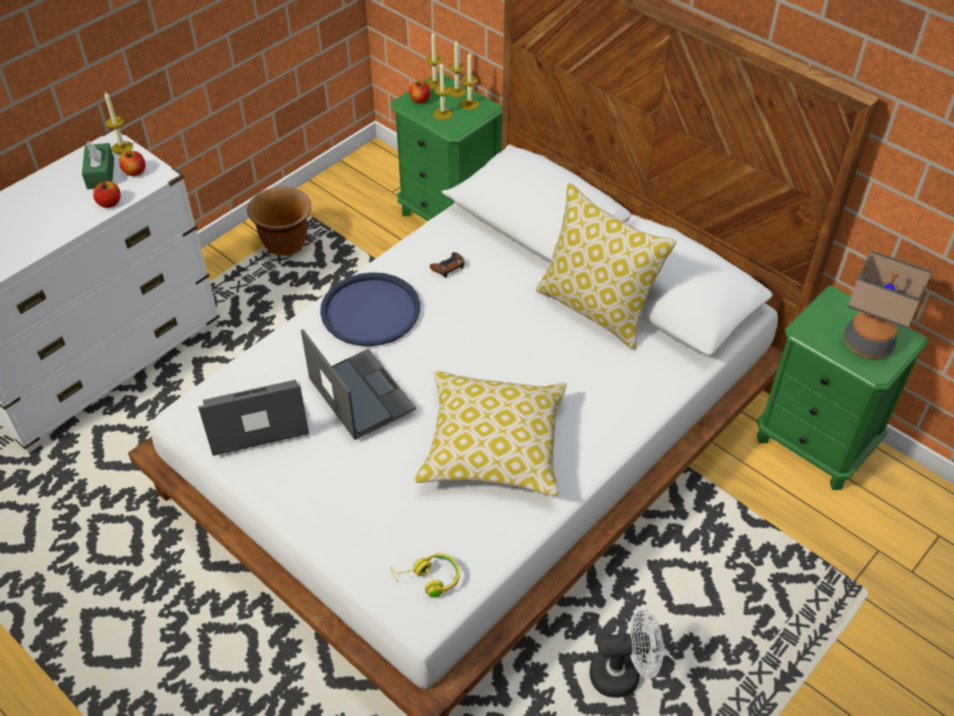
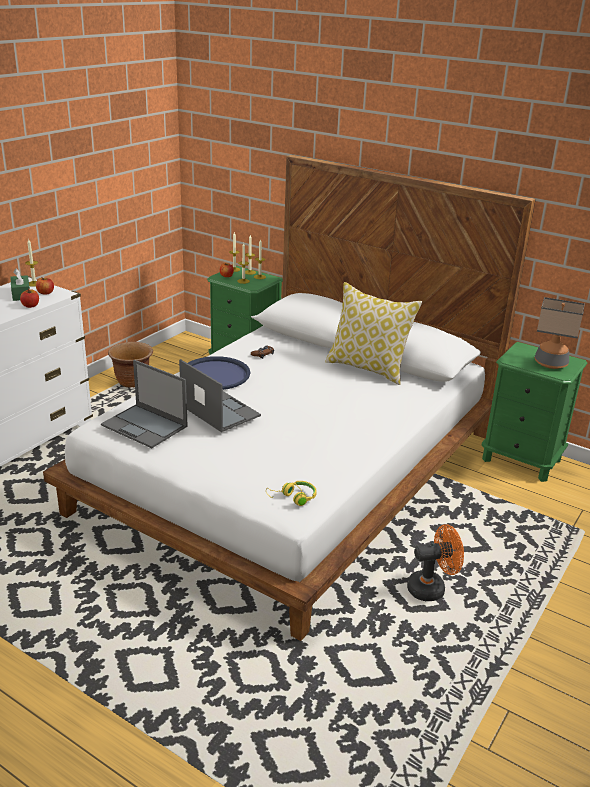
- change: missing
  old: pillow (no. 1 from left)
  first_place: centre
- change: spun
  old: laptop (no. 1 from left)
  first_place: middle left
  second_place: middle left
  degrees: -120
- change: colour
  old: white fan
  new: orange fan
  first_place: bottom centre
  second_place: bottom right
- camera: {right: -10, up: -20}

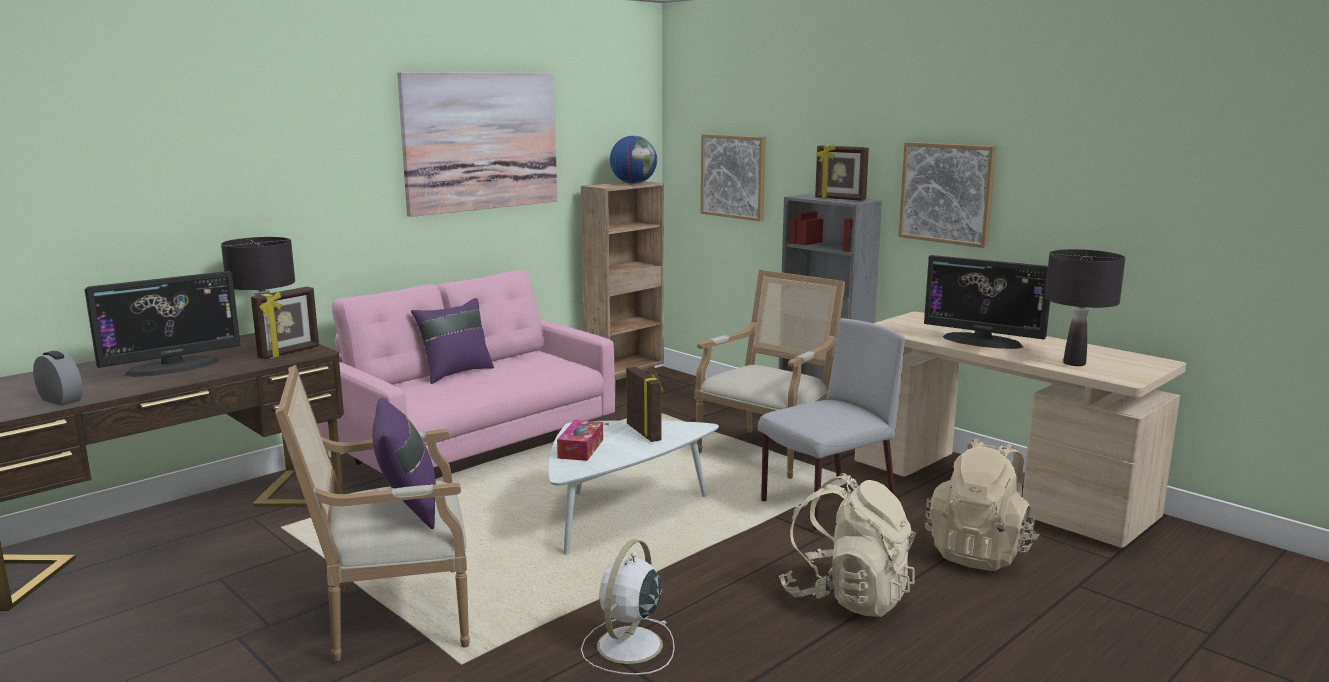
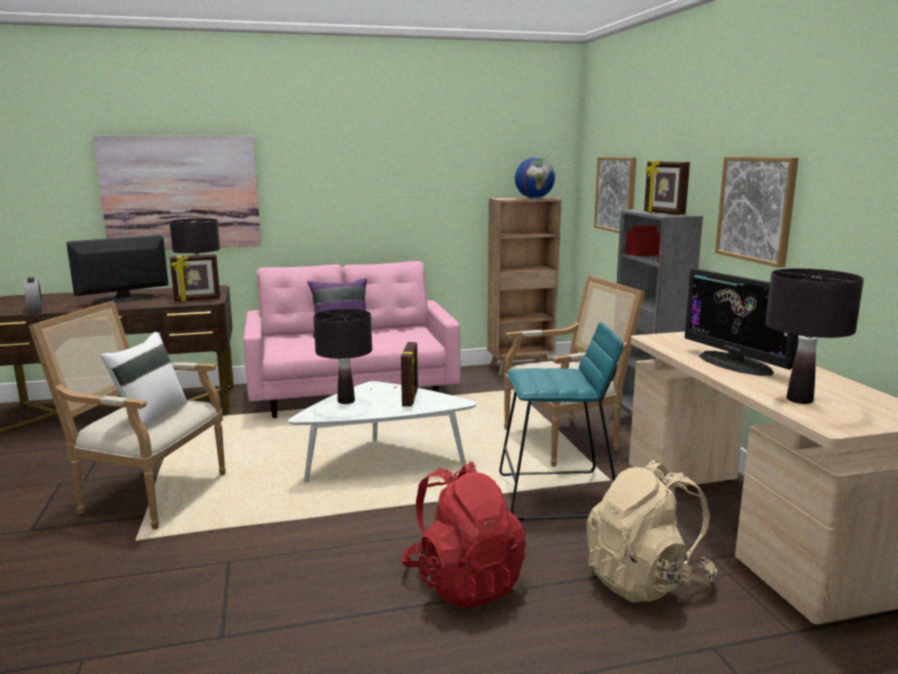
- change: relocated
  old: picture (no. 1 from left)
  first_place: top centre
  second_place: top left
- change: spun
  old: monitor (no. 1 from left)
  first_place: middle left
  second_place: middle left
  degrees: 150
- change: exchanged
  old: grey chair
  new: turquoise stool
  first_place: centre
  second_place: centre
- change: colour
  old: purple pillow (no. 1 from left)
  new: white pillow
  first_place: bottom left
  second_place: middle left
- change: exchanged
  old: tissue box
  new: black table lamp (no. 2 from left)
  first_place: centre
  second_place: centre
- change: colour
  old: beige backpack (no. 1 from left)
  new: red backpack
  first_place: bottom centre
  second_place: bottom centre
- change: missing
  old: white fan
  first_place: bottom centre
- camera: {right: 30, up: 0}

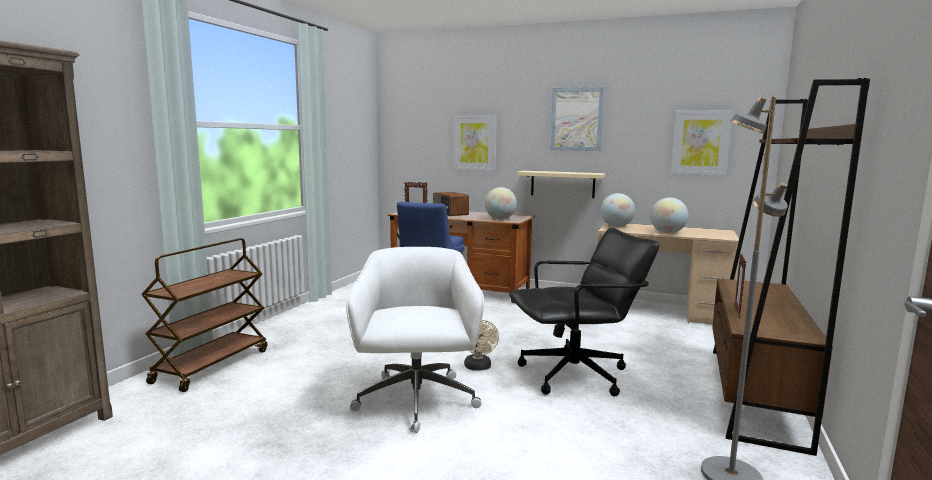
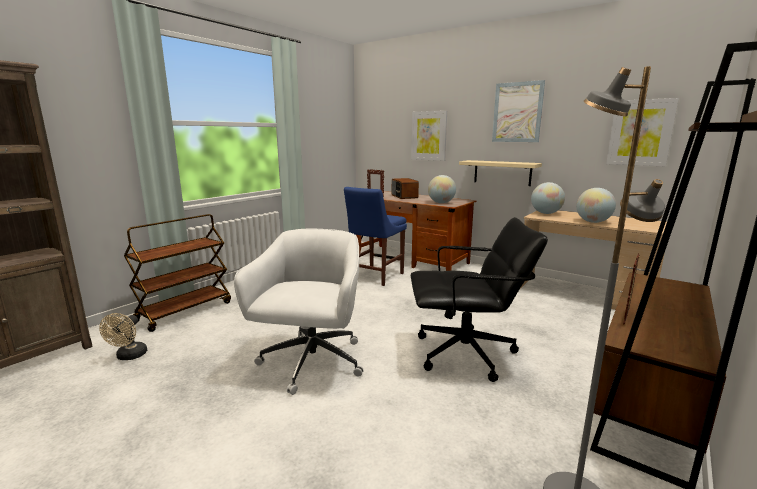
- change: relocated
  old: beige fan
  first_place: bottom centre
  second_place: bottom left
- camera: {right: 15, up: 5}

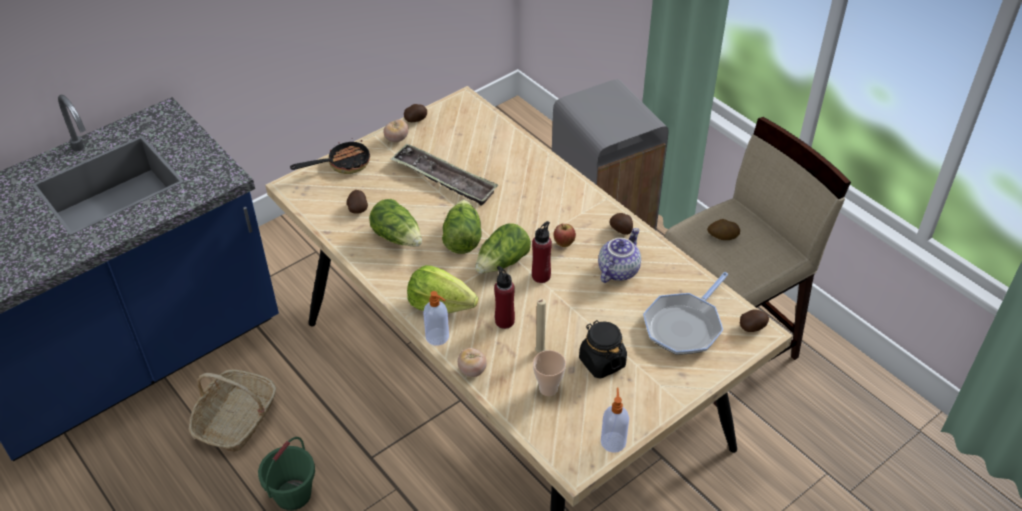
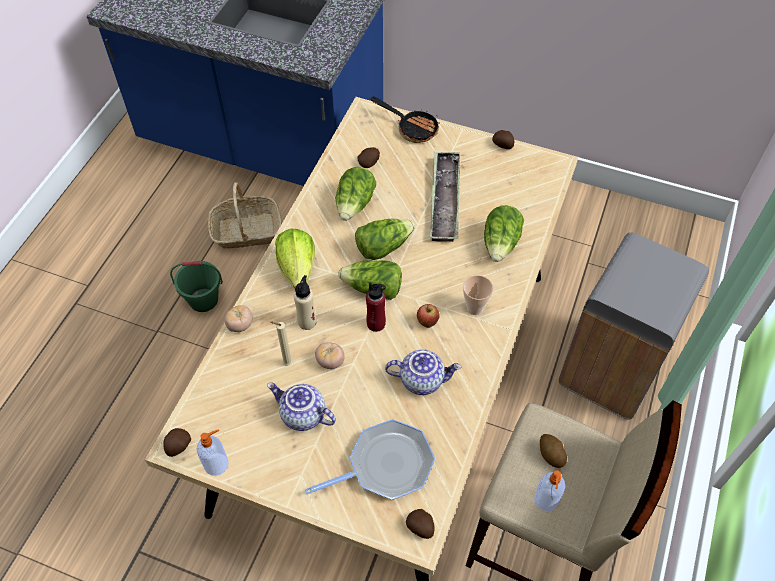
- change: relocated
  old: tomato (no. 1 from left in the first image)
  new: tomato (no. 2 from left)
  first_place: top centre
  second_place: centre
- change: relocated
  old: potato (no. 3 from left in the first image)
  new: potato (no. 1 from left)
  first_place: centre
  second_place: bottom left
- change: colour
  old: red bottle (no. 1 from left)
  new: beige bottle
  first_place: centre
  second_place: centre
- change: spun
  old: frying pan (no. 2 from left in the first image)
  first_place: middle right
  second_place: bottom centre
  degrees: 150
- change: relocated
  old: soap dispenser (no. 1 from left in the first image)
  new: soap dispenser (no. 2 from left)
  first_place: centre
  second_place: bottom right
- change: exchanged
  old: black jar
  new: teapot (no. 1 from left)
  first_place: bottom centre
  second_place: bottom centre
- change: relocated
  old: cup
  first_place: bottom centre
  second_place: centre
- change: appeared
  new: lettuce (no. 5 from left)
  second_place: centre
- camera: {right: 60, up: 10}

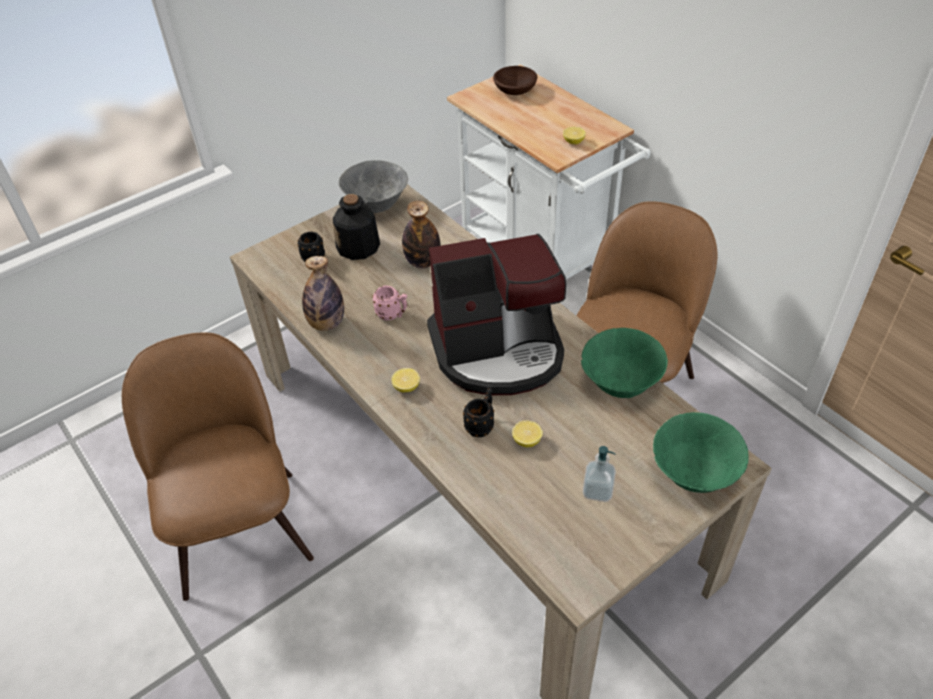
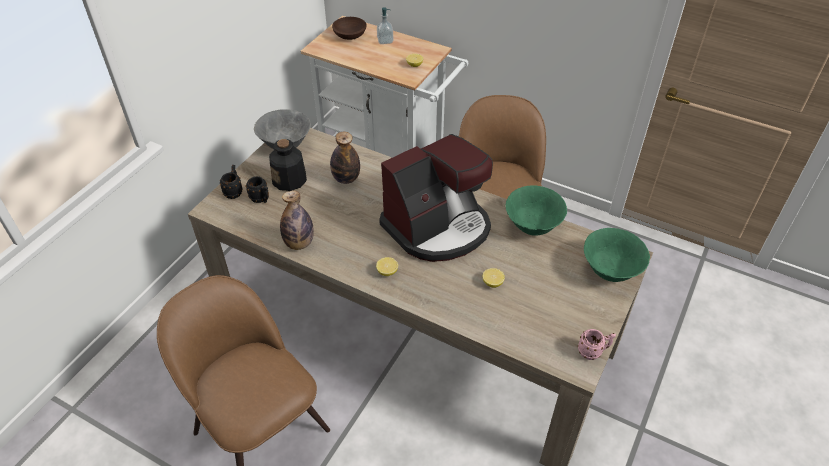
- change: relocated
  old: pink mug
  first_place: centre
  second_place: bottom right
- change: relocated
  old: black mug (no. 2 from left in the first image)
  new: black mug (no. 1 from left)
  first_place: centre
  second_place: middle left
- change: relocated
  old: soap dispenser
  first_place: bottom centre
  second_place: top centre
- camera: {right: -25, up: 0}

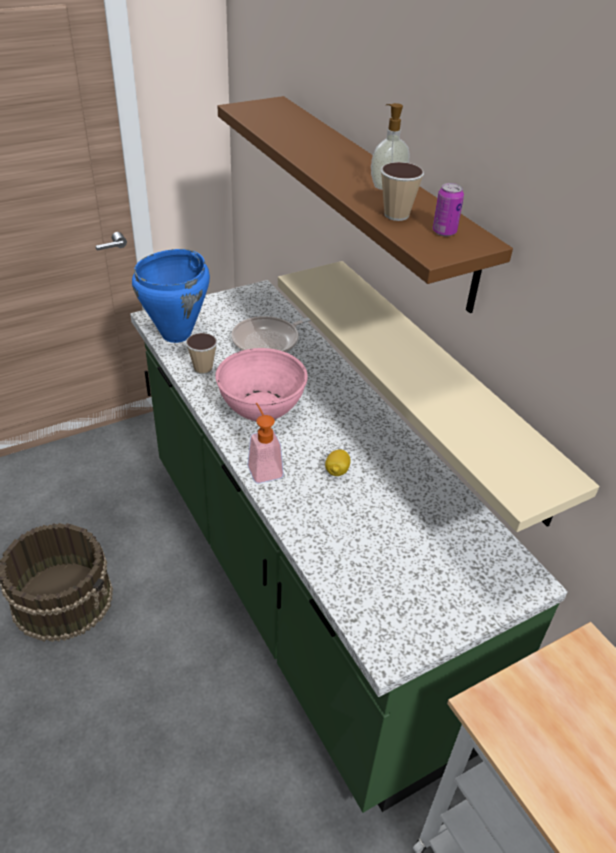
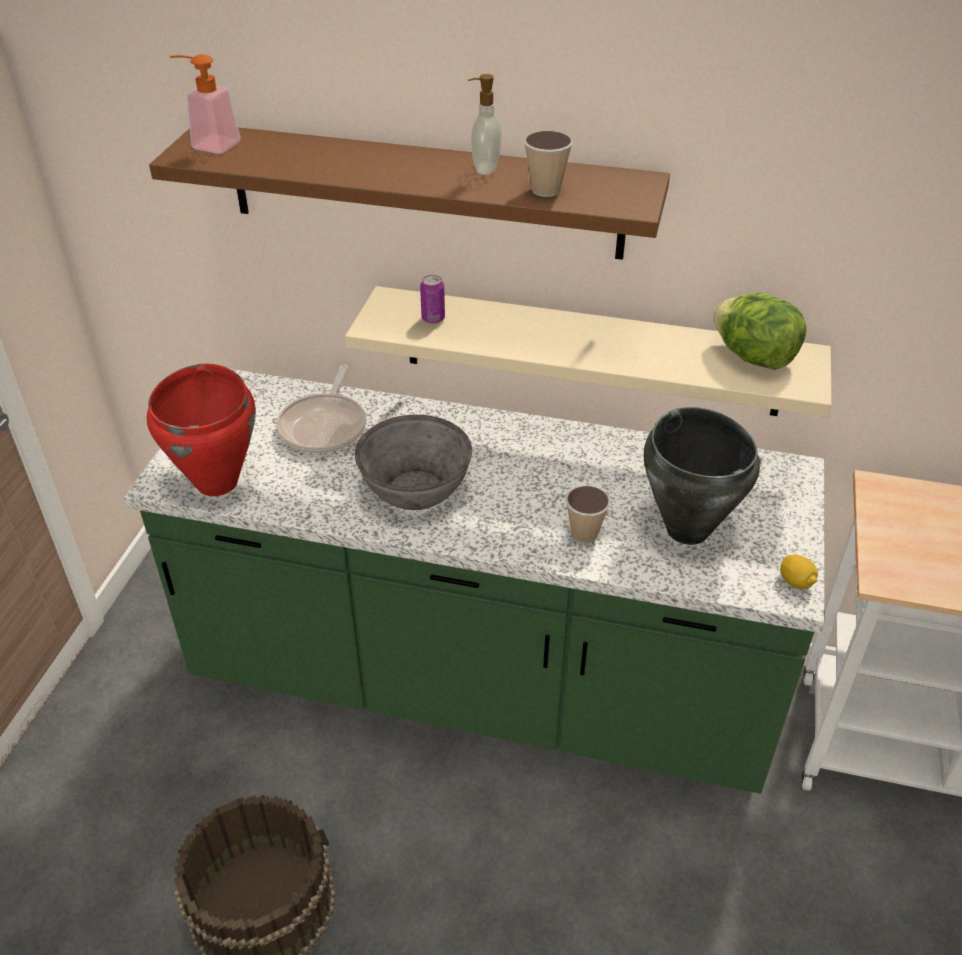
- change: relocated
  old: can
  first_place: top right
  second_place: top centre
- change: colour
  old: blue cooking pot
  new: red cooking pot
  first_place: middle left
  second_place: middle left
- change: relocated
  old: cup (no. 1 from left in the first image)
  new: cup (no. 2 from left)
  first_place: middle left
  second_place: centre
- change: colour
  old: pink bowl
  new: grey bowl
  first_place: centre
  second_place: centre
- change: relocated
  old: soap dispenser (no. 1 from left)
  first_place: centre
  second_place: top left
- change: relocated
  old: lemon
  first_place: centre
  second_place: middle right
- change: appeared
  new: lettuce
  second_place: middle right
- change: appeared
  new: black cooking pot
  second_place: middle right
- camera: {right: -45, up: 0}

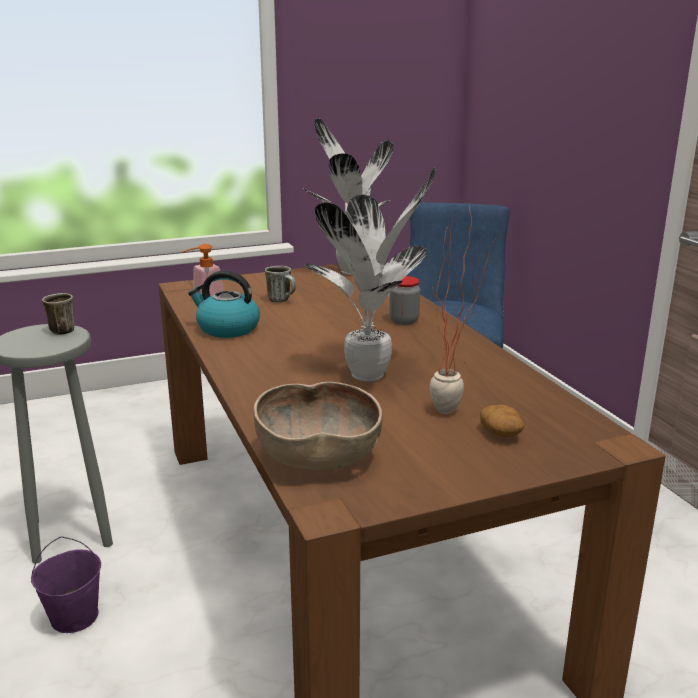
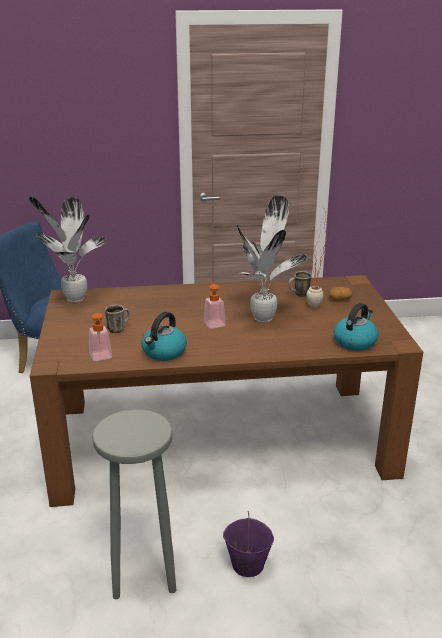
- change: missing
  old: jar
  first_place: centre
- change: relocated
  old: mug (no. 1 from left in the first image)
  new: mug (no. 2 from left)
  first_place: middle left
  second_place: middle right
- change: exchanged
  old: brown bowl
  new: kettle (no. 2 from left)
  first_place: centre
  second_place: middle right
- change: appeared
  new: soap dispenser (no. 2 from left)
  second_place: centre
- camera: {right: -75, up: 5}

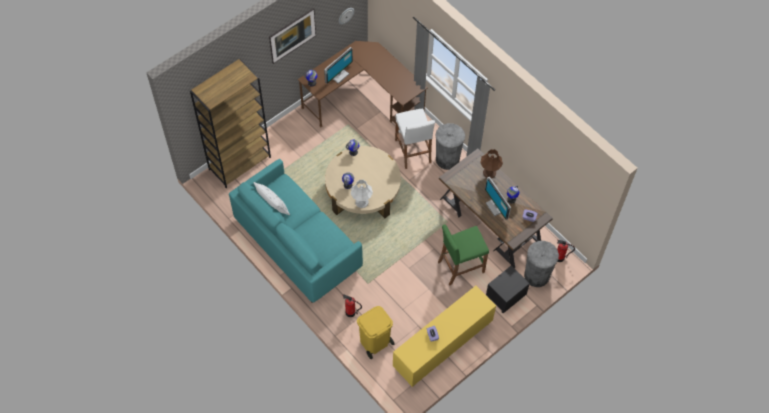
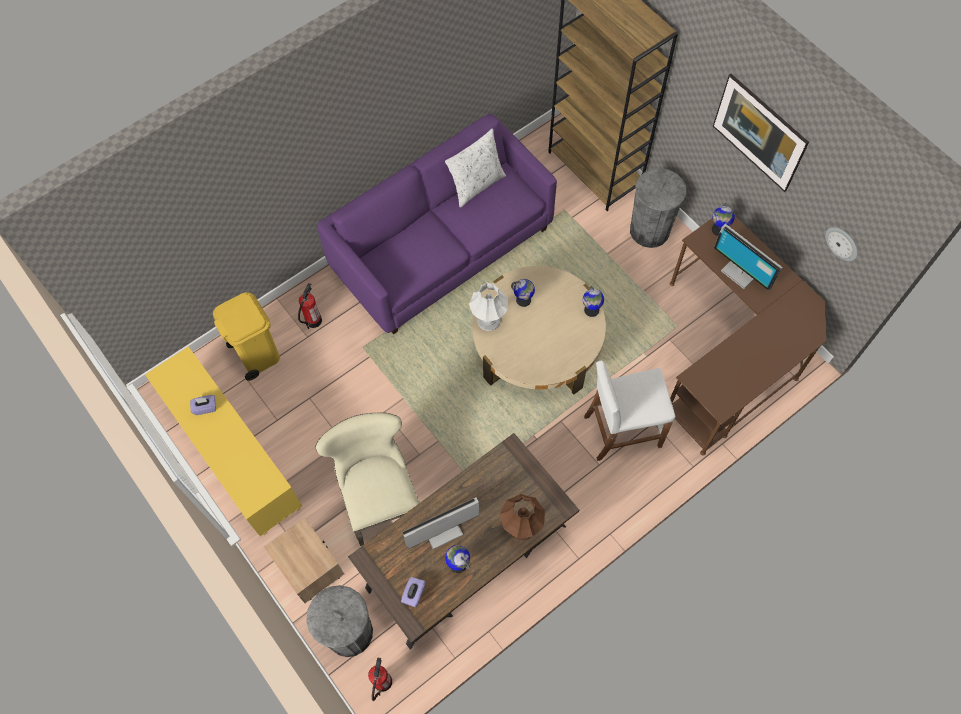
- change: relocated
  old: grey trash can (no. 1 from left in the first image)
  new: grey trash can (no. 2 from left)
  first_place: centre
  second_place: top right
- change: colour
  old: turquoise sofa
  new: purple sofa
  first_place: centre
  second_place: top centre
- change: exchanged
  old: green stool
  new: beige chair
  first_place: centre
  second_place: bottom centre
- change: colour
  old: black nightstand
  new: beige nightstand
  first_place: bottom centre
  second_place: bottom left
- camera: {right: 95, up: 5}

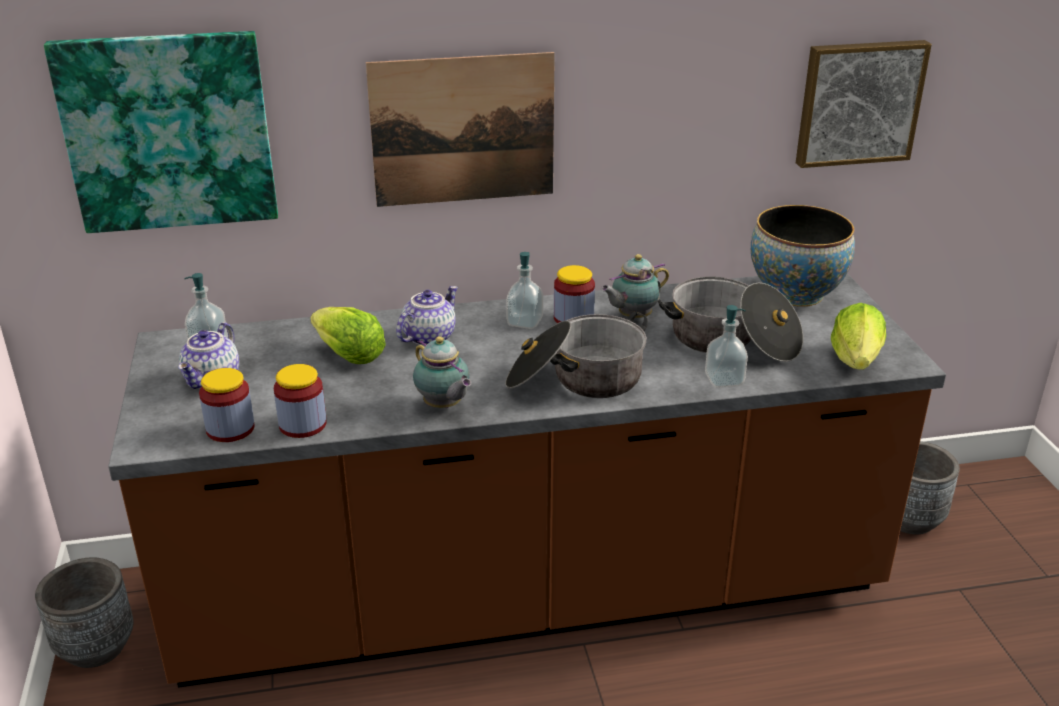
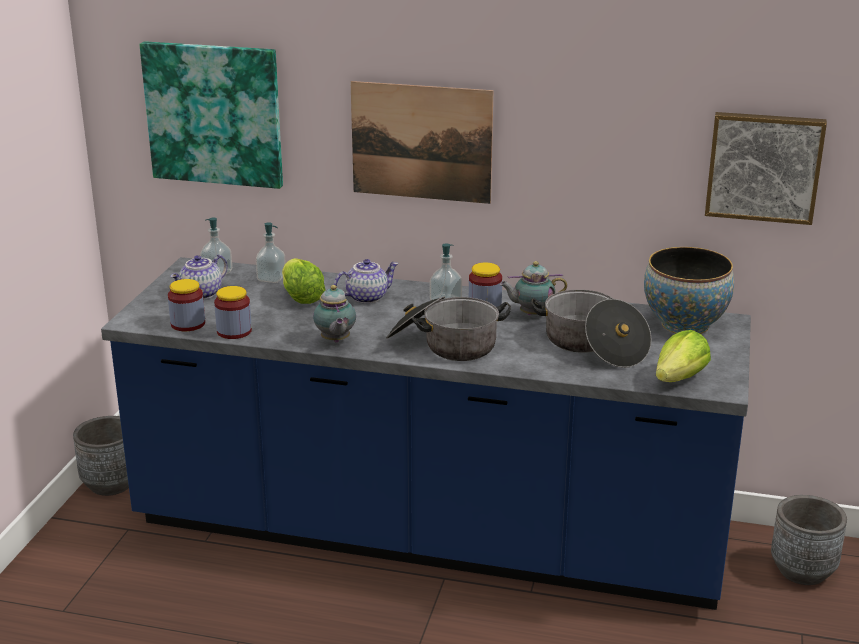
- change: colour
  old: brown counter
  new: blue counter
  first_place: bottom centre
  second_place: bottom centre
- change: relocated
  old: soap dispenser (no. 3 from left in the first image)
  new: soap dispenser (no. 2 from left)
  first_place: middle right
  second_place: middle left
- camera: {right: 25, up: -5}

